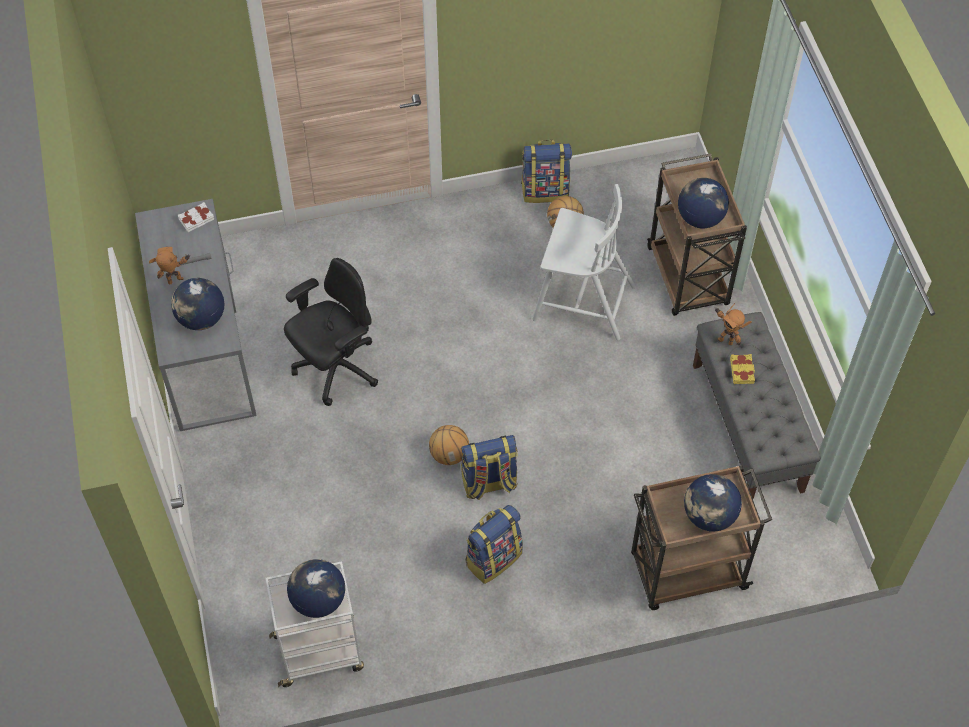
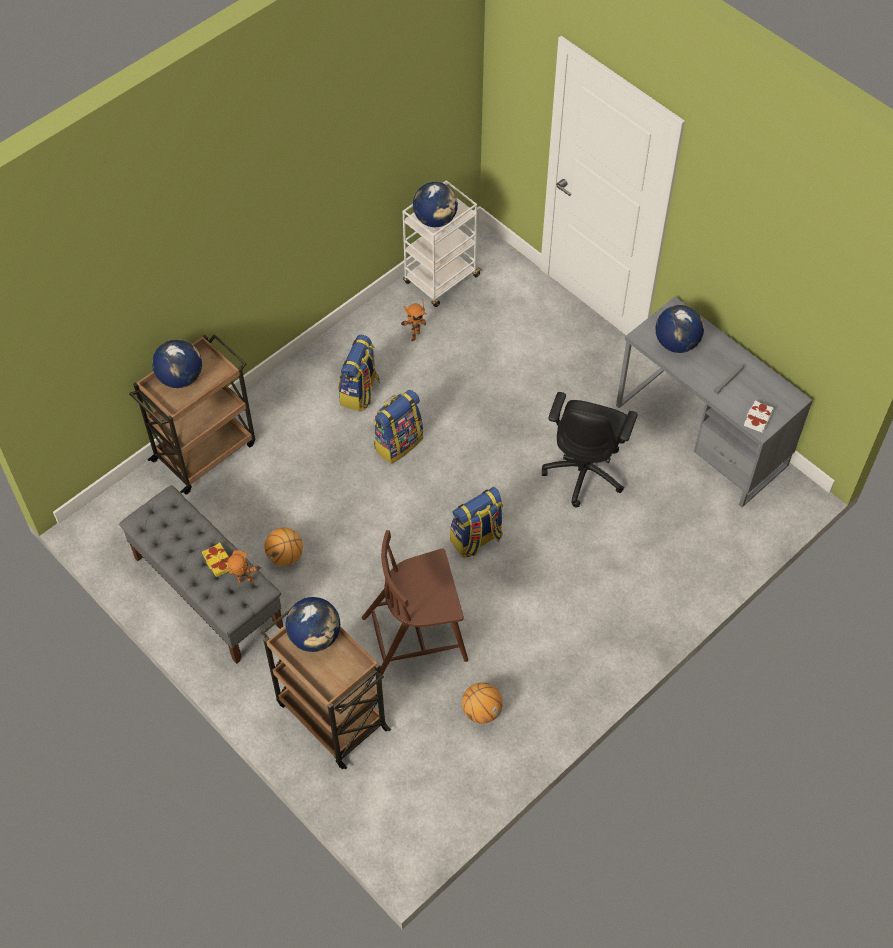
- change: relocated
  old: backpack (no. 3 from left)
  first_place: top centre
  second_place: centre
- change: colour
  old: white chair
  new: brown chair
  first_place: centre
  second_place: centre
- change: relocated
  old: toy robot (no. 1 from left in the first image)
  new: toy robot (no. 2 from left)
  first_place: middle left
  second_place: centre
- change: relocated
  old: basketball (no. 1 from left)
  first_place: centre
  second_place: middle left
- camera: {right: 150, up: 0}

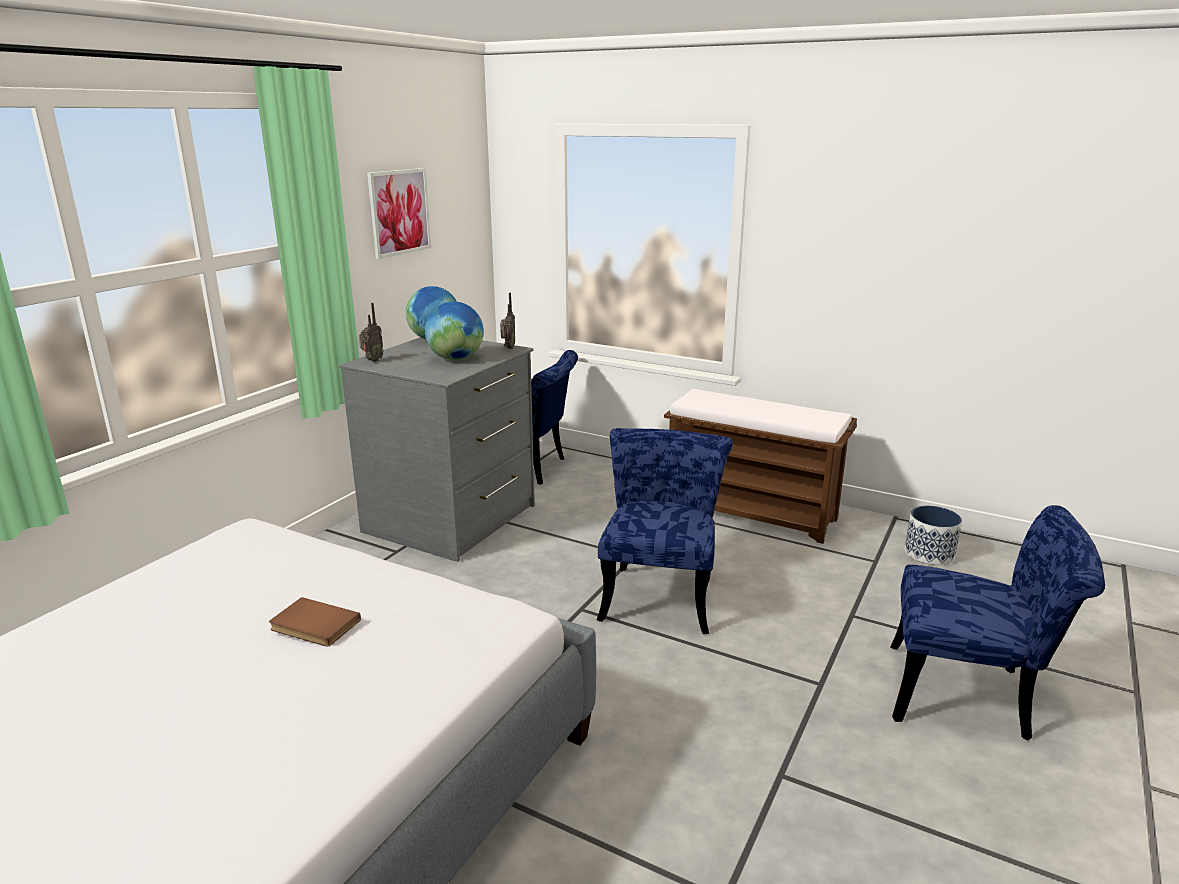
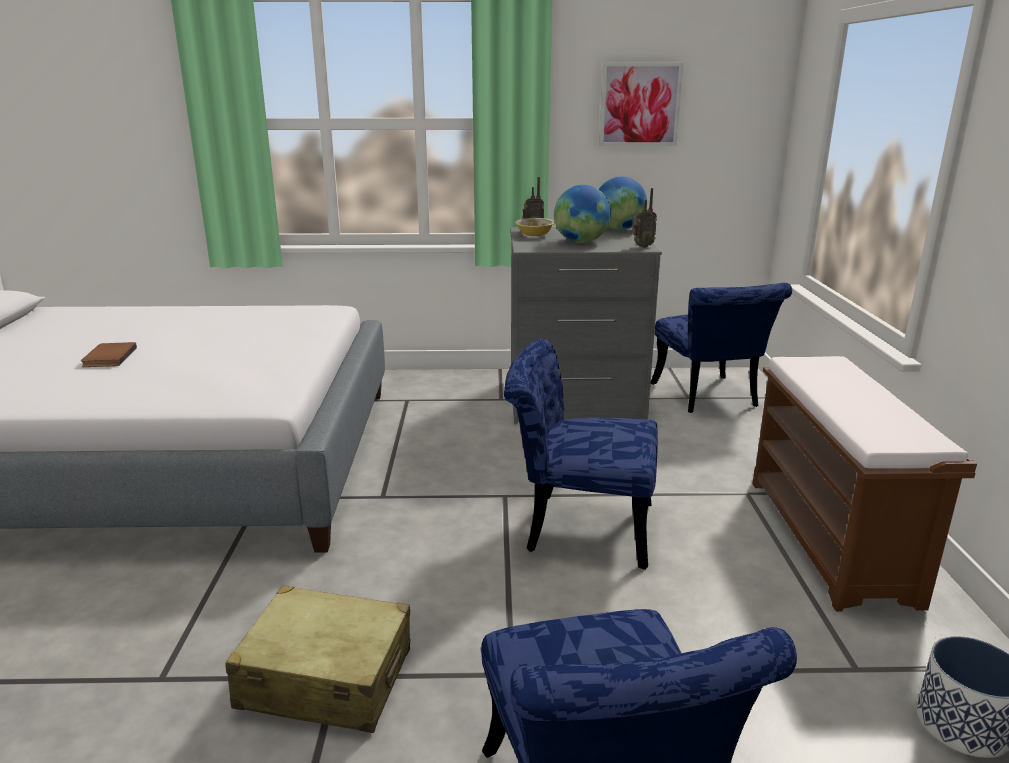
- change: spun
  old: blue chair (no. 2 from left in the first image)
  first_place: centre
  second_place: centre
  degrees: -150
- change: relocated
  old: brown book
  first_place: bottom left
  second_place: middle left
- change: appeared
  new: bowl
  second_place: top centre
- change: appeared
  new: beige suitcase
  second_place: bottom left
- camera: {right: 60, up: 0}

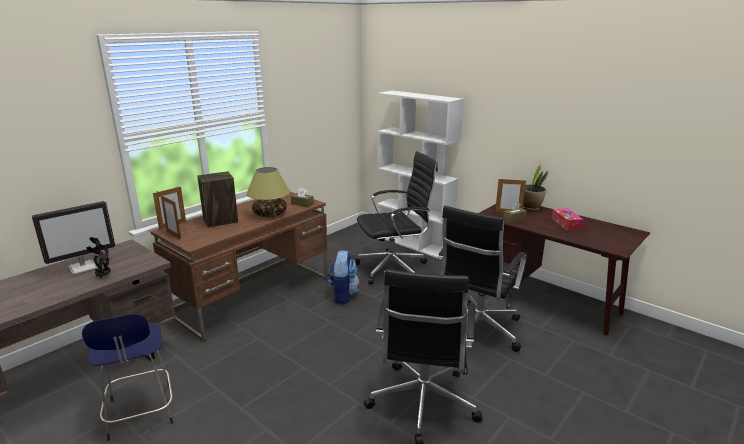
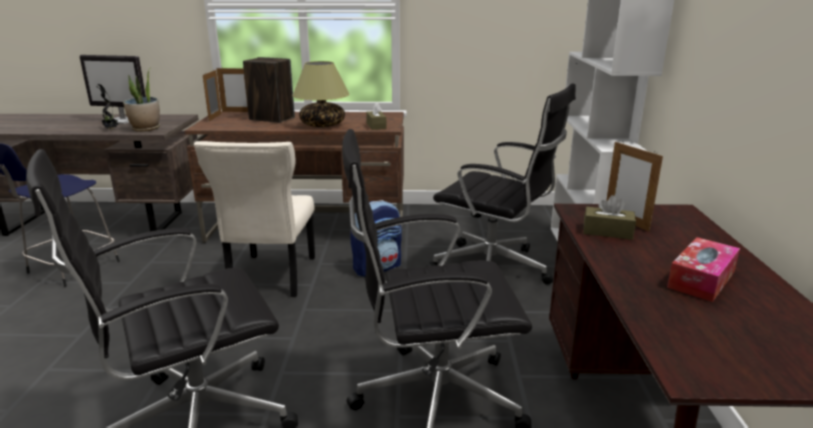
- change: relocated
  old: potted plant (no. 2 from left)
  first_place: middle right
  second_place: top left
- change: appeared
  new: beige chair
  second_place: middle left
- camera: {right: 50, up: 0}

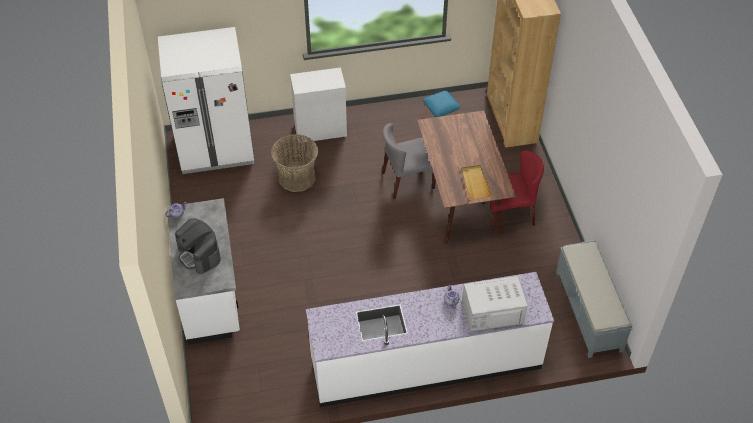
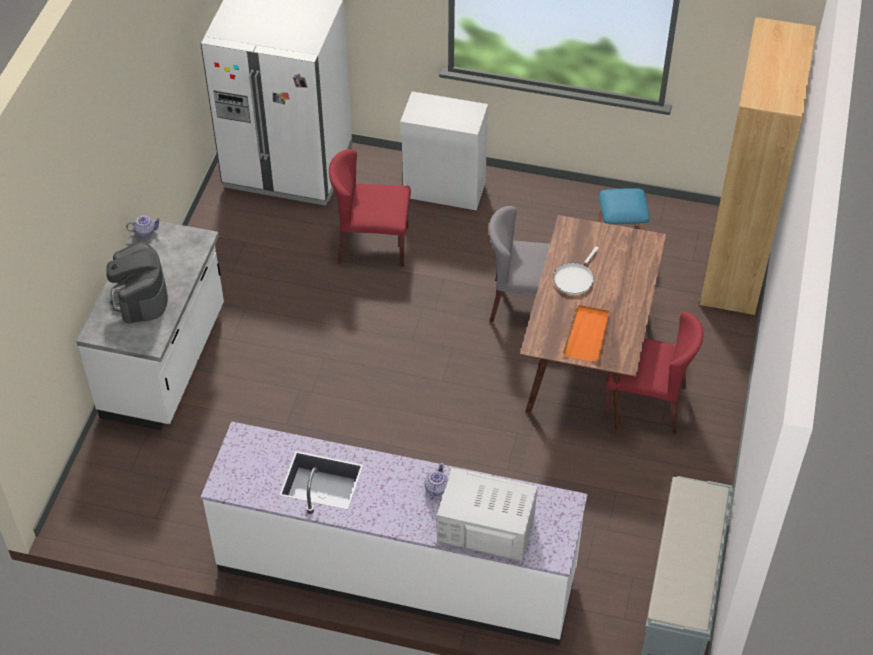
- change: exchanged
  old: basket
  new: red chair (no. 1 from left)
  first_place: centre
  second_place: top centre
- change: colour
  old: beige tray
  new: orange tray
  first_place: centre
  second_place: middle right
- change: appeared
  new: white frying pan
  second_place: centre
- camera: {right: 25, up: 0}

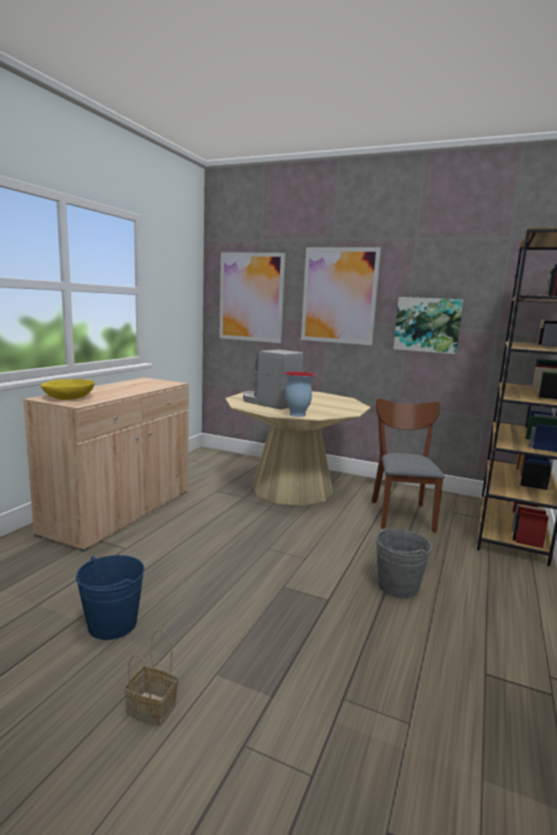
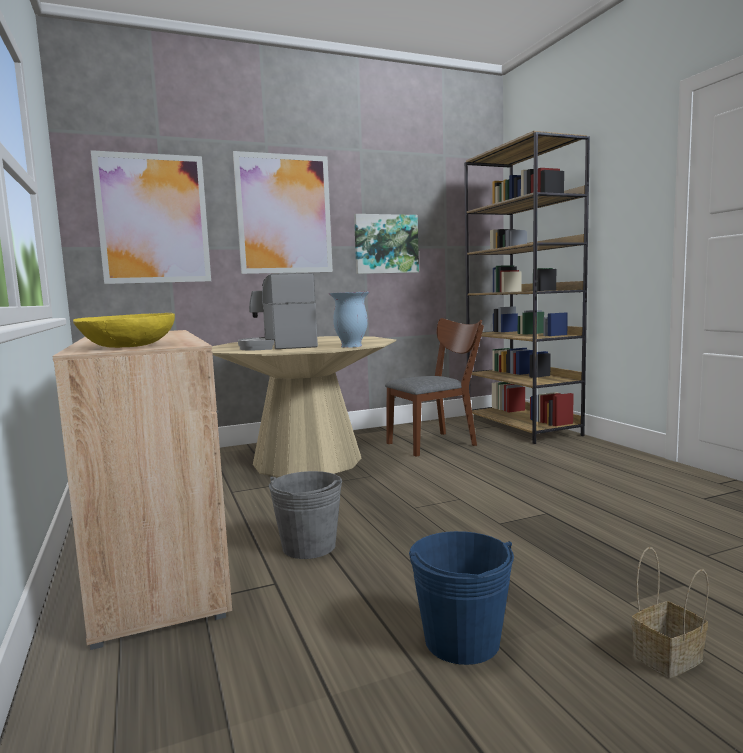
- change: spun
  old: brown chair
  first_place: middle right
  second_place: centre
  degrees: 105
- change: relocated
  old: grey bucket
  first_place: bottom right
  second_place: bottom centre
- camera: {right: -45, up: -5}

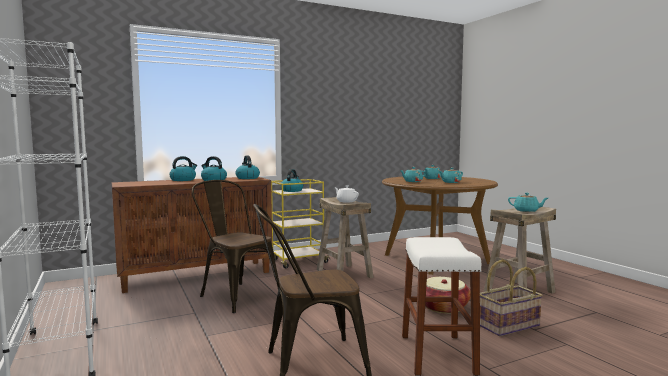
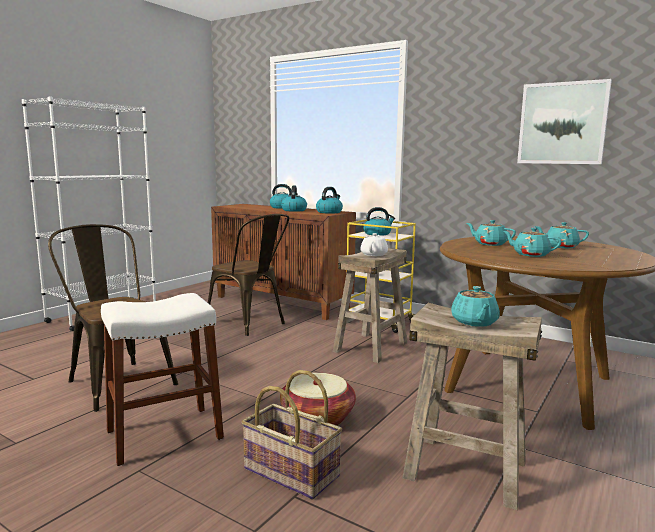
- change: spun
  old: brown chair (no. 1 from left in the first image)
  first_place: centre
  second_place: centre
  degrees: 120
- change: appeared
  new: picture
  second_place: top right
- camera: {right: 60, up: 5}

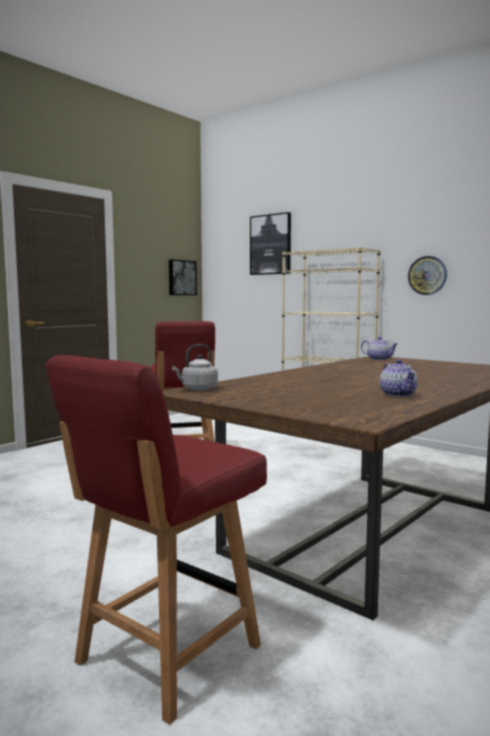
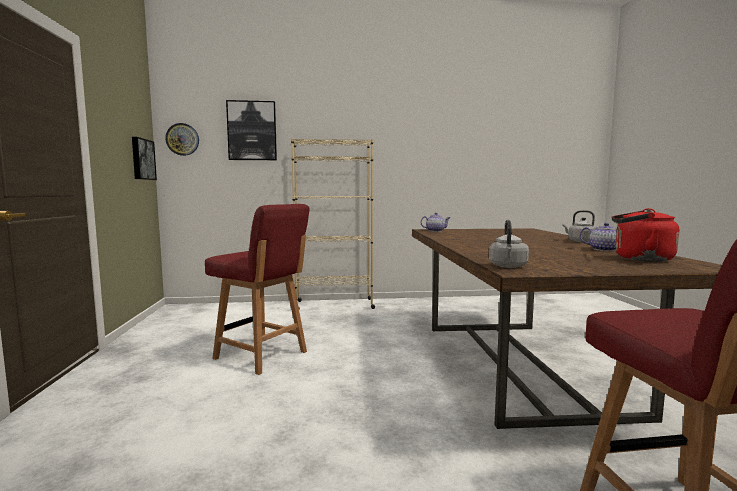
- change: relocated
  old: wall clock
  first_place: middle right
  second_place: top left
- change: appeared
  new: red kettle
  second_place: middle right
- change: appeared
  new: grey kettle (no. 2 from left)
  second_place: middle right
- camera: {right: -45, up: 0}

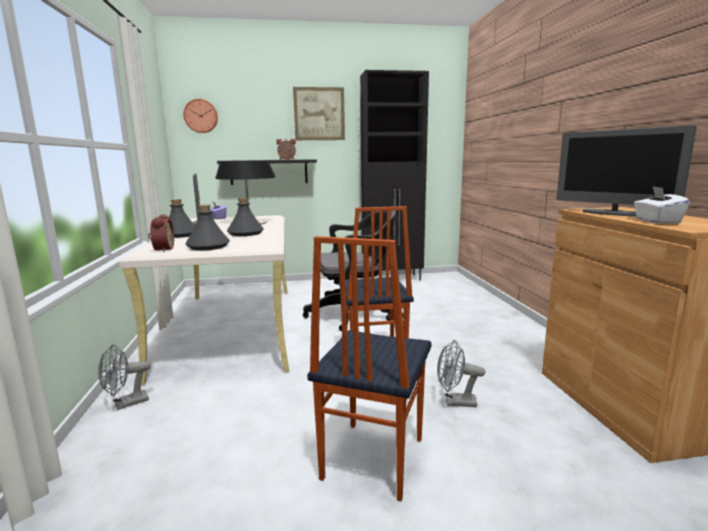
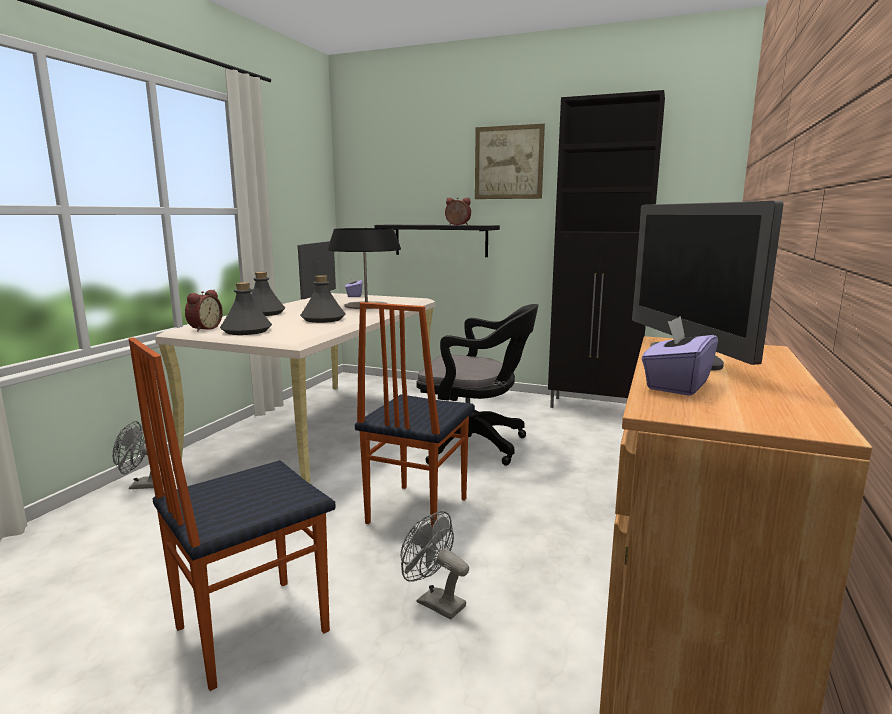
- change: missing
  old: wall clock
  first_place: top left
- change: colour
  old: white tissue box
  new: purple tissue box (no. 2 from left)
  first_place: middle right
  second_place: middle right
- camera: {right: 30, up: 0}

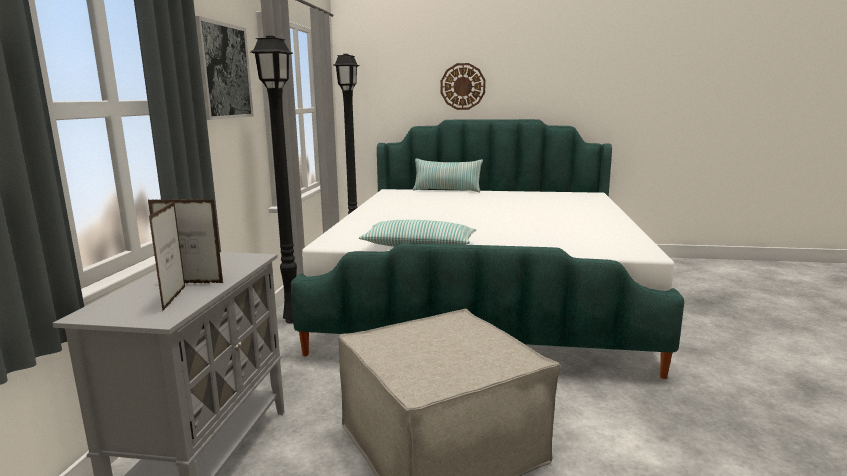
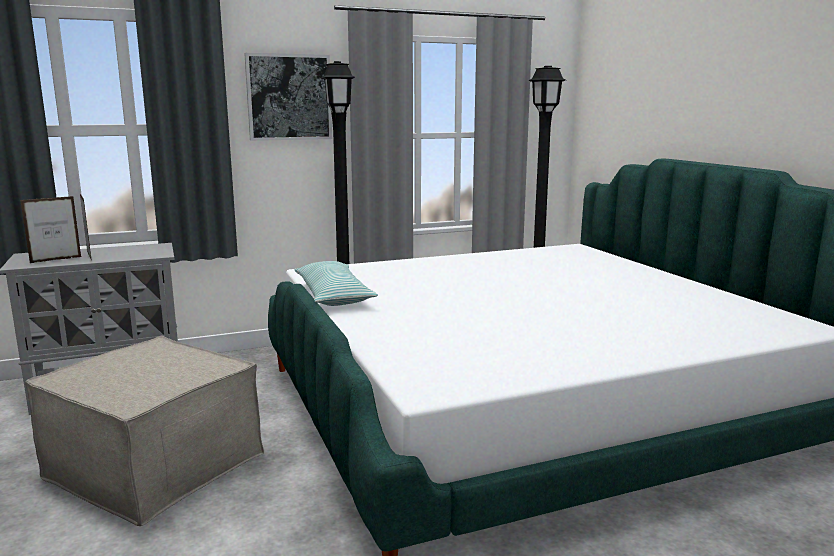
- change: missing
  old: wall clock
  first_place: top centre
- change: missing
  old: pillow (no. 2 from left)
  first_place: centre
- camera: {right: 60, up: 0}

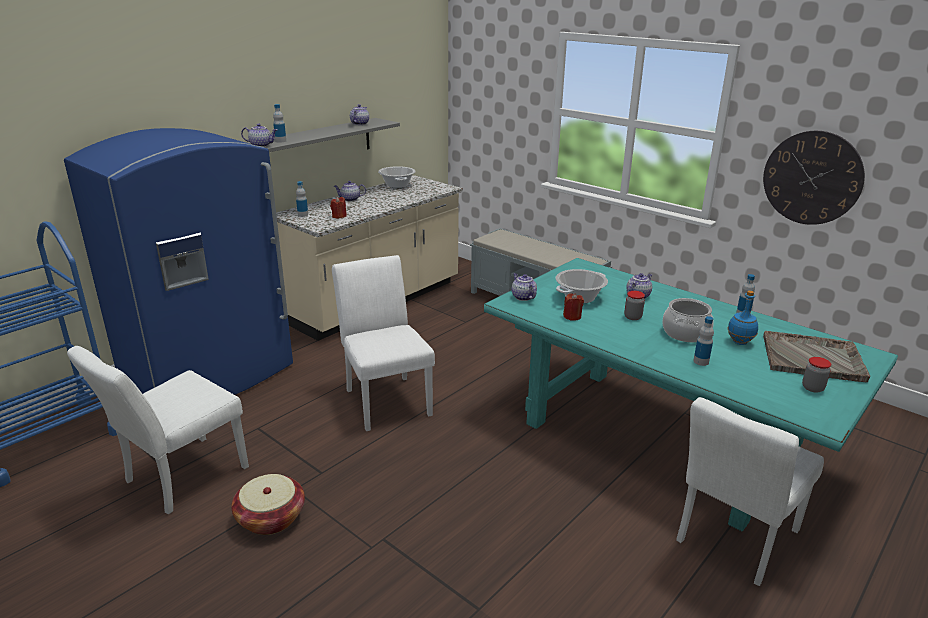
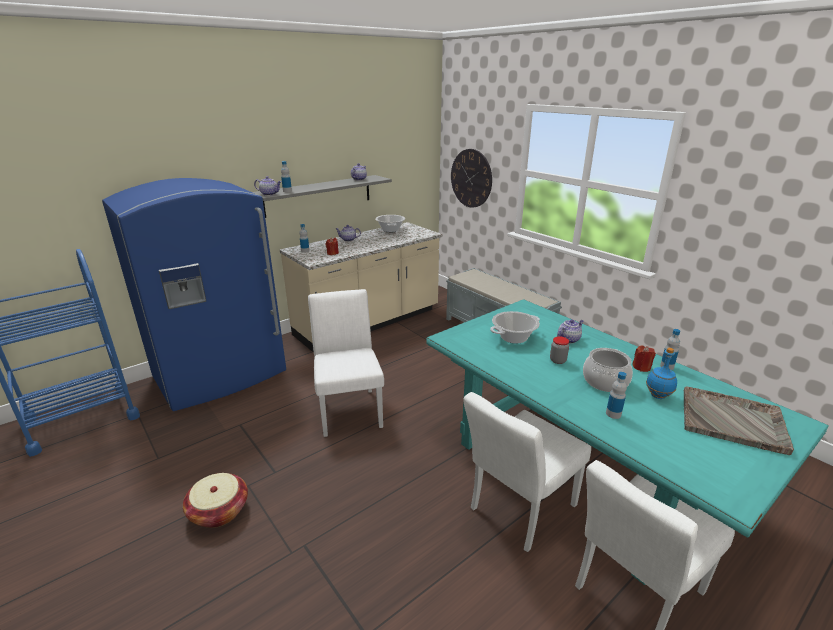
- change: relocated
  old: wall clock
  first_place: top right
  second_place: top centre
- change: missing
  old: teapot (no. 4 from left)
  first_place: centre
- change: relocated
  old: red candle (no. 2 from left)
  first_place: centre
  second_place: middle right
- change: relocated
  old: white chair (no. 1 from left in the first image)
  new: white chair (no. 2 from left)
  first_place: bottom left
  second_place: bottom centre
- change: missing
  old: jar (no. 2 from left)
  first_place: middle right
- camera: {right: 10, up: 0}

